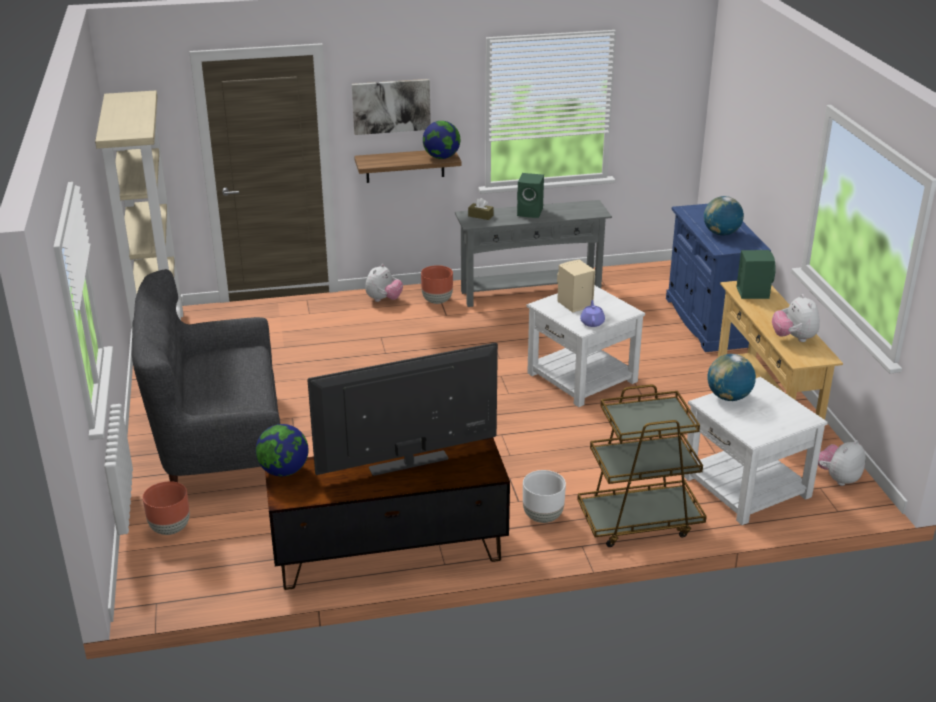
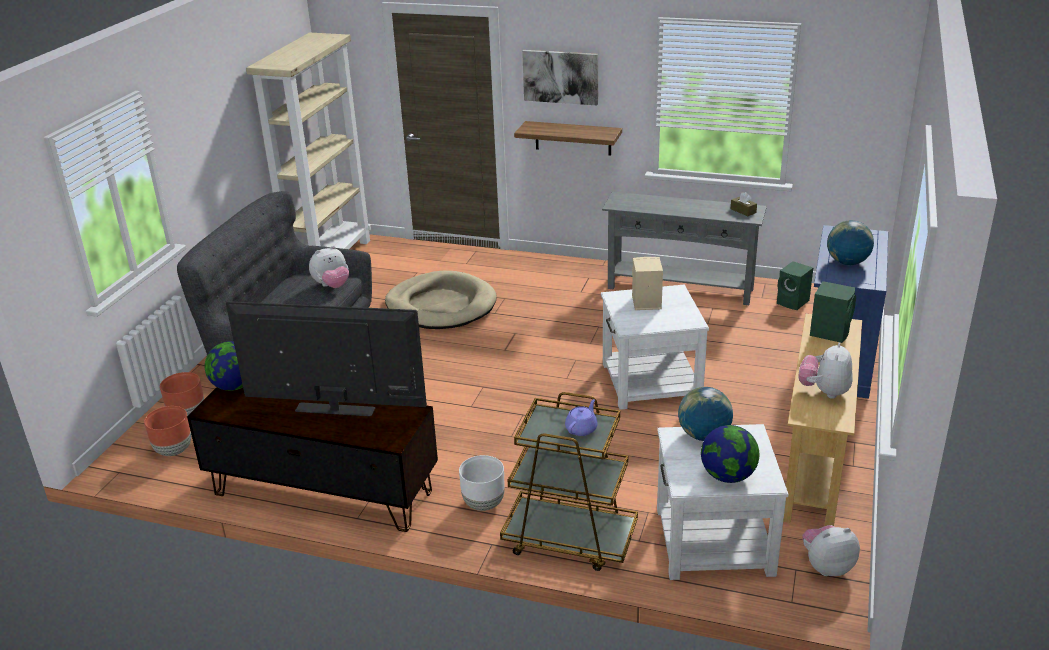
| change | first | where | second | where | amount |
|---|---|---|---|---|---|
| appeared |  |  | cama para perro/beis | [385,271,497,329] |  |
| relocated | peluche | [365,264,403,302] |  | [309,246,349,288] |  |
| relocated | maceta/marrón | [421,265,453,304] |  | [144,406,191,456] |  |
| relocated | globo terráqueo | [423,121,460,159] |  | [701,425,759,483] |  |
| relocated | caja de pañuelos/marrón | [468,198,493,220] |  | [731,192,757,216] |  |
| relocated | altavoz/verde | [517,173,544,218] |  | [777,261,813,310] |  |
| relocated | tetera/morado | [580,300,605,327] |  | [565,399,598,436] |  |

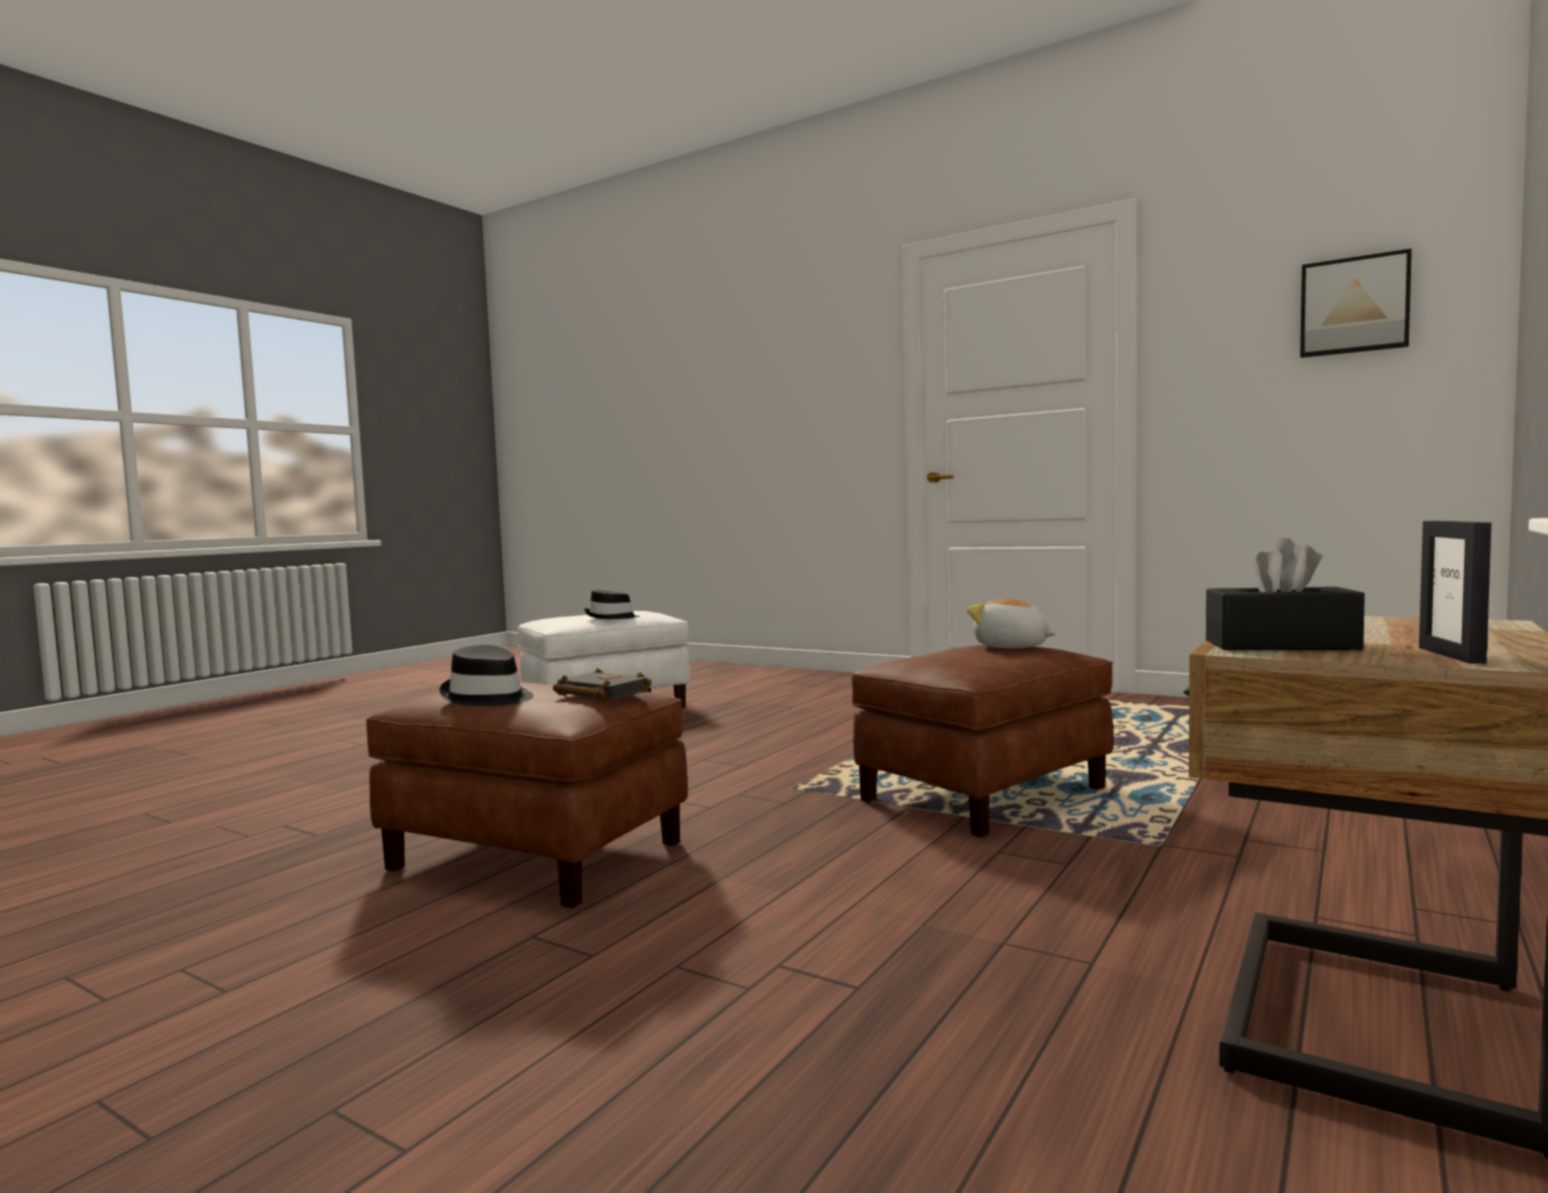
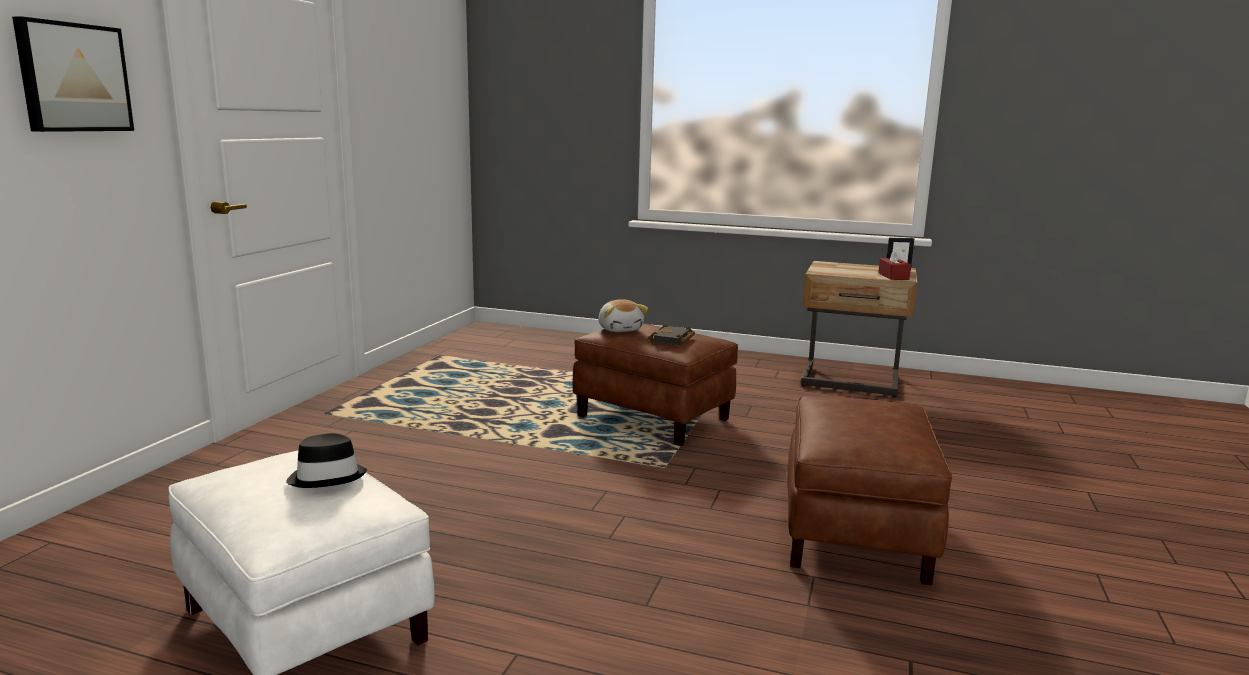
| change | first | where | second | where | amount |
|---|---|---|---|---|---|
| missing | sombrero/negro | [439,645,534,707] |  |  |  |
| relocated | libro/negro | [553,668,651,701] |  | [648,325,695,346] |  |
| relocated | cuadro | [1300,248,1412,358] |  | [12,16,134,132] |  |
| colour | caja de pañuelos/negro | [1206,537,1365,650] | caja de pañuelos/rojo | [878,247,911,280] |  |
| spun | peluche | [967,598,1056,648] |  | [598,299,648,332] | 45 degrees counterclockwise |

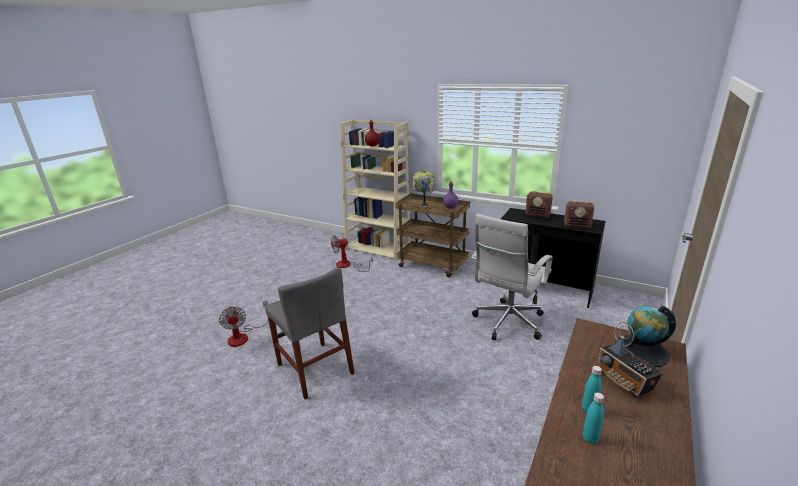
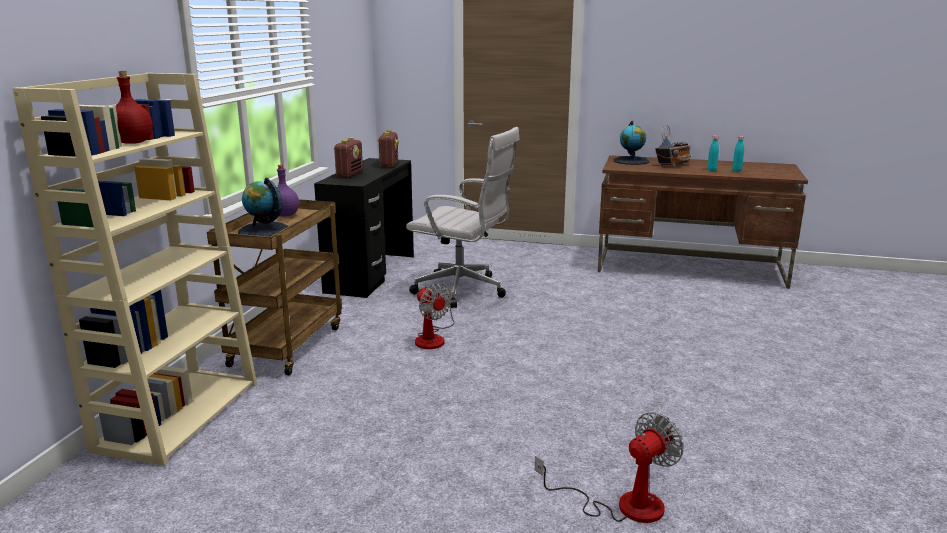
| change | first | where | second | where | amount |
|---|---|---|---|---|---|
| missing | silla/gris | [265,267,355,399] |  |  |  |
| relocated | ventilador | [331,235,373,272] |  | [415,283,455,349] |  |
| exchanged | lámpara de mesa | [413,171,435,206] | globo terráqueo | [238,177,289,237] |  |

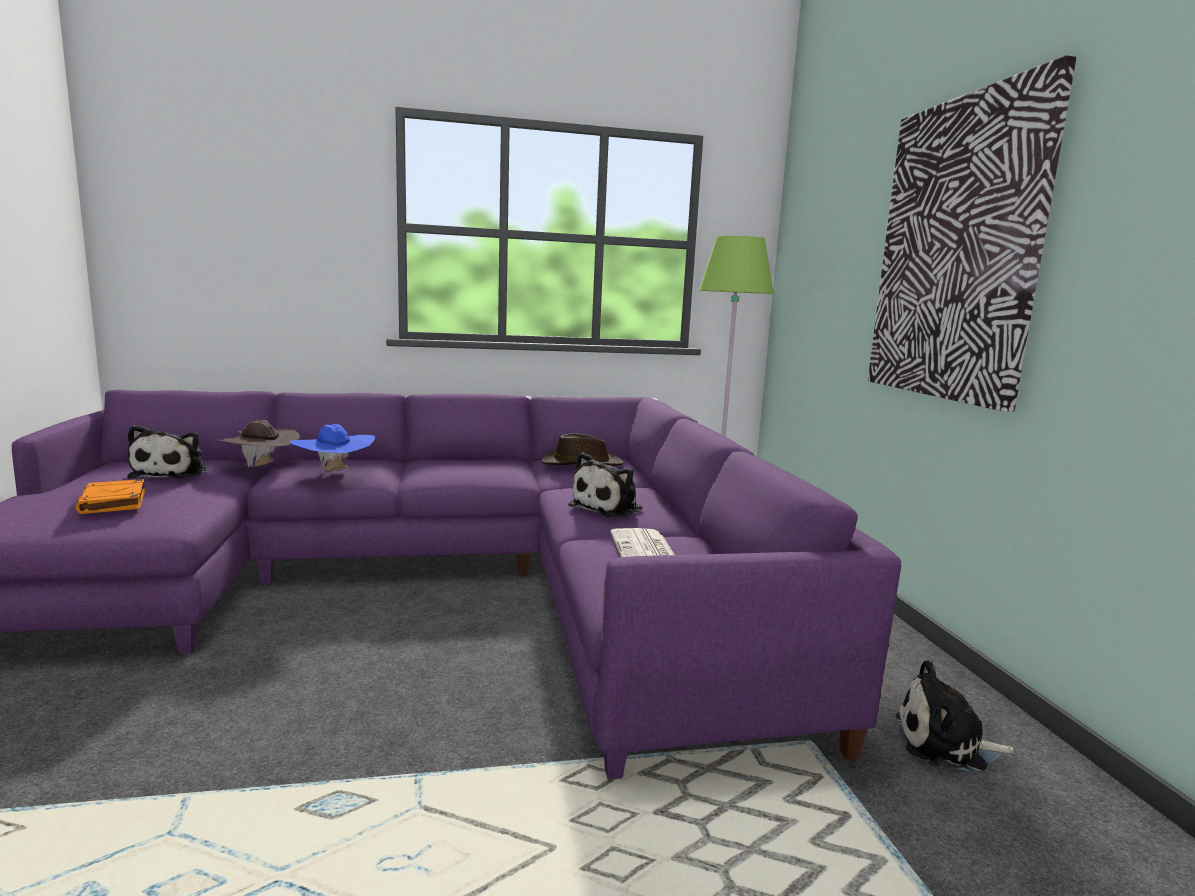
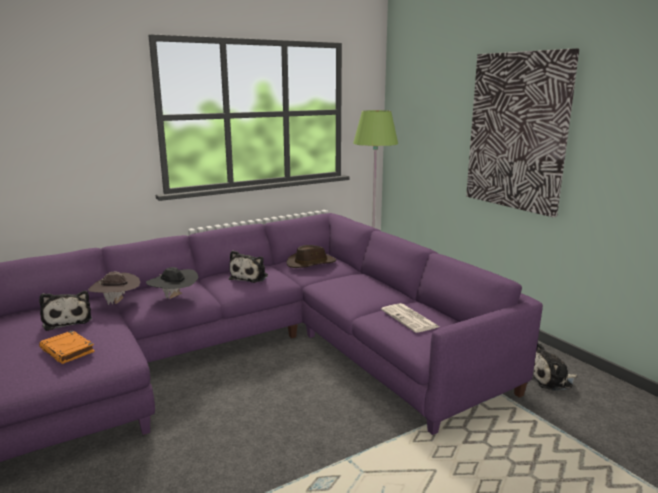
| change | first | where | second | where | amount |
|---|---|---|---|---|---|
| relocated | peluche | [568,452,643,517] |  | [229,250,268,283] |  |
| colour | sombrero/azul | [289,424,375,471] | sombrero/negro | [146,267,199,299] |  |

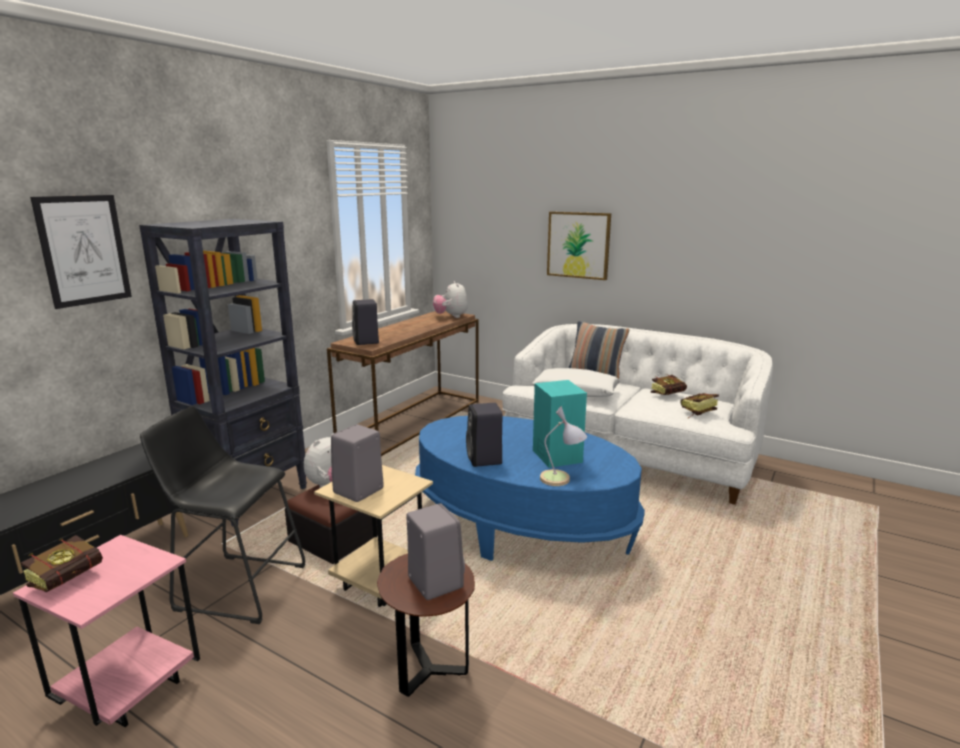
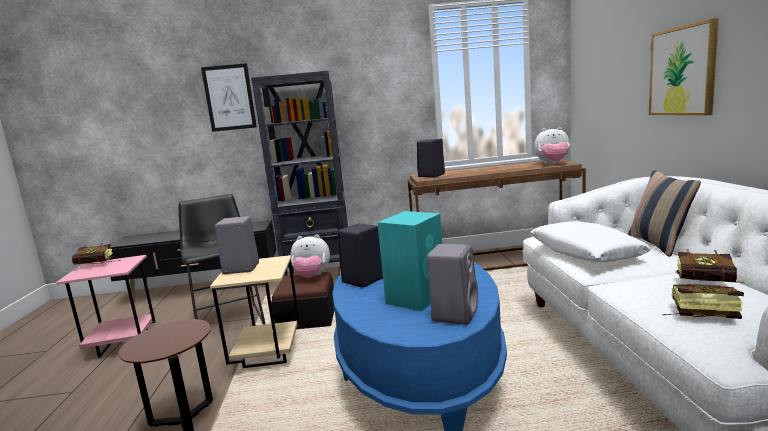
| change | first | where | second | where | amount |
|---|---|---|---|---|---|
| missing | lámpara de mesa | [540,406,587,486] |  |  |  |
| relocated | altavoz/gris | [406,503,465,600] |  | [427,244,478,325] |  |
| spun | peluche | [433,281,468,318] |  | [534,127,570,164] | 120 degrees counterclockwise |

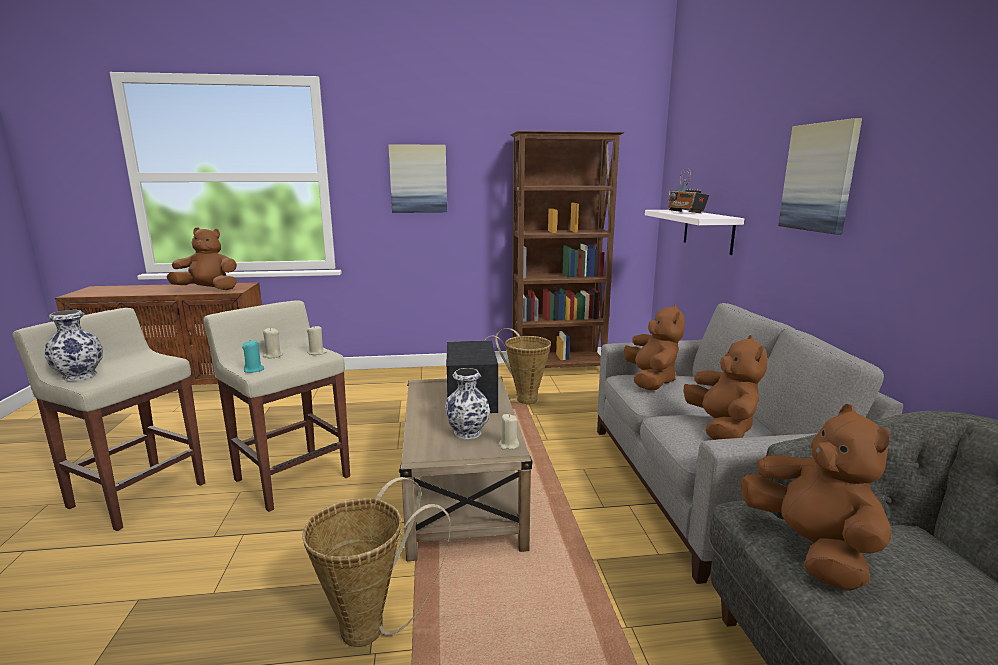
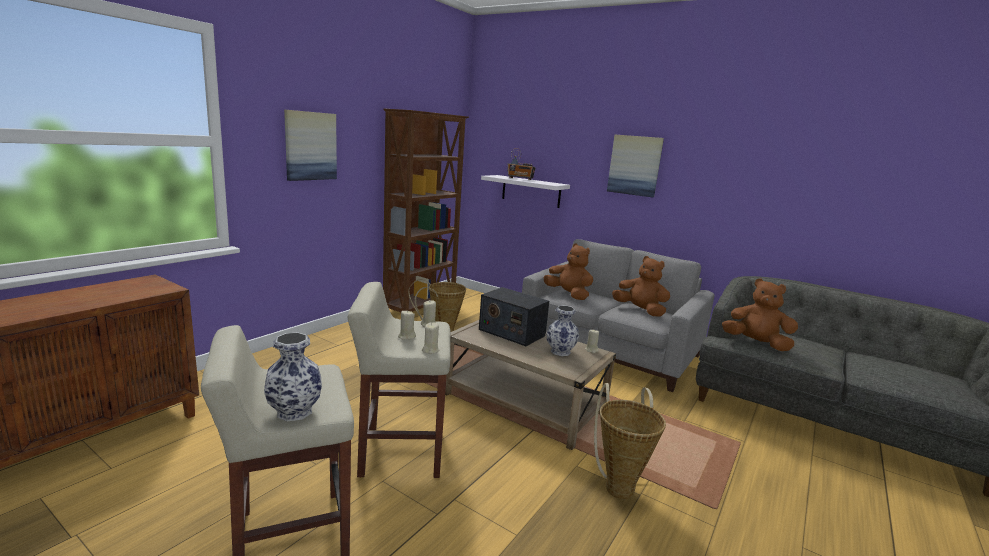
| change | first | where | second | where | amount |
|---|---|---|---|---|---|
| missing | peluche/marrón | [166,227,237,290] |  |  |  |
| colour | vela/turquesa | [242,340,264,373] | vela/beis | [422,322,439,354] |  |

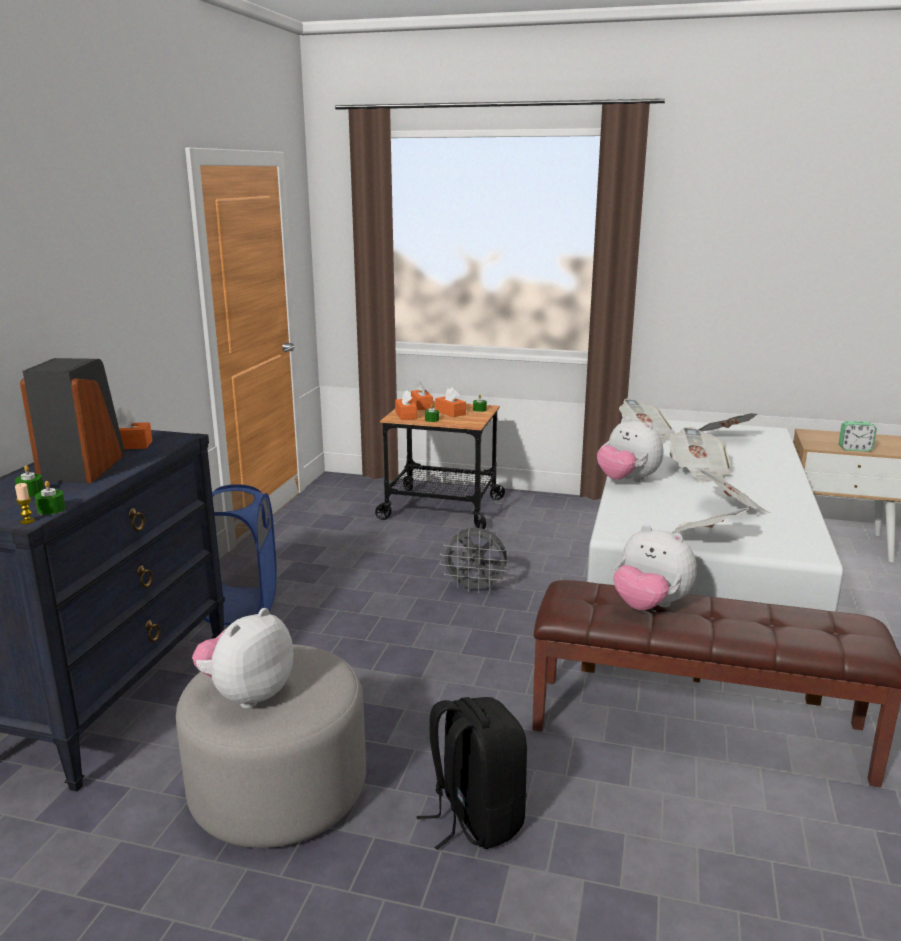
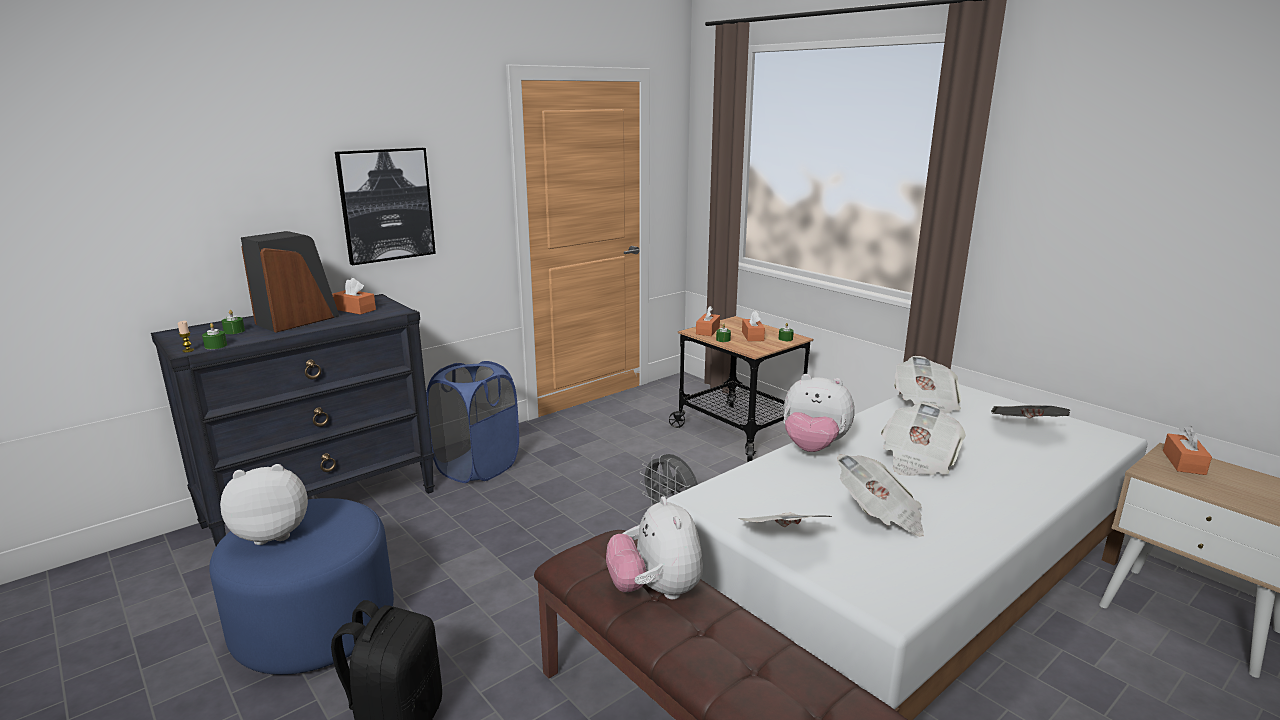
| change | first | where | second | where | amount |
|---|---|---|---|---|---|
| missing | despertador | [839,421,877,451] |  |  |  |
| appeared |  |  | cuadro | [335,148,436,265] |  |
| relocated | caja de pañuelos/naranja | [411,382,433,410] |  | [1163,426,1212,475] |  |
| colour | puf/gris | [176,644,366,848] | puf/azul | [209,498,394,675] |  |
| spun | peluche | [597,417,663,482] |  | [784,374,854,452] | 60 degrees counterclockwise |

